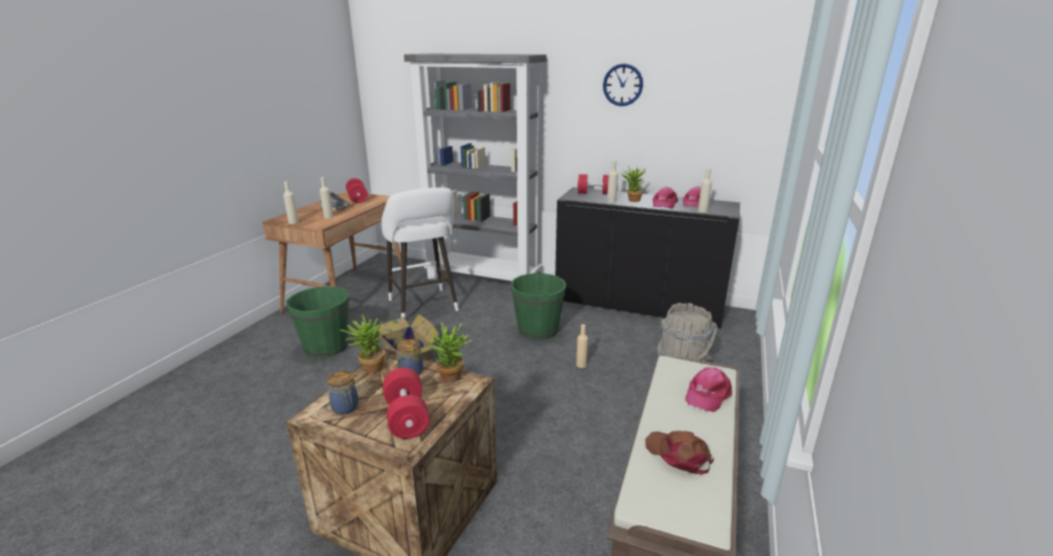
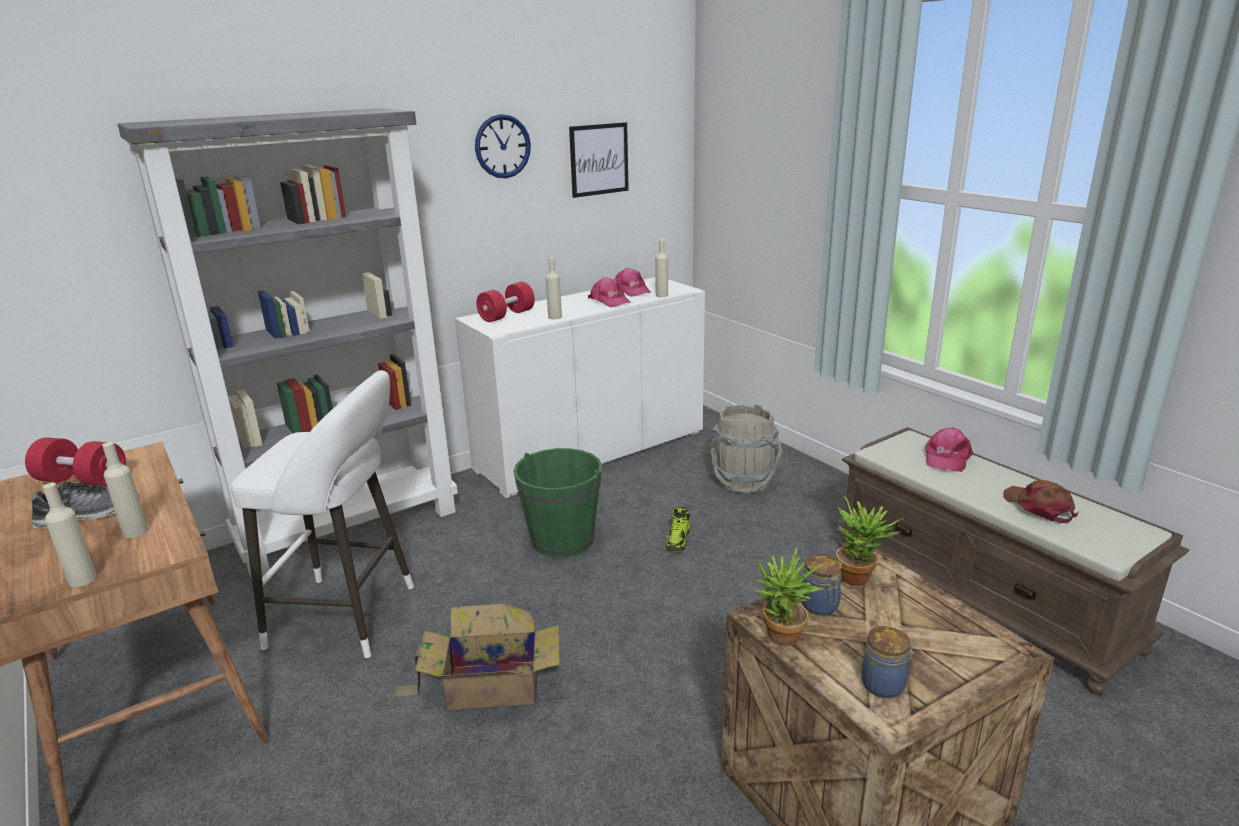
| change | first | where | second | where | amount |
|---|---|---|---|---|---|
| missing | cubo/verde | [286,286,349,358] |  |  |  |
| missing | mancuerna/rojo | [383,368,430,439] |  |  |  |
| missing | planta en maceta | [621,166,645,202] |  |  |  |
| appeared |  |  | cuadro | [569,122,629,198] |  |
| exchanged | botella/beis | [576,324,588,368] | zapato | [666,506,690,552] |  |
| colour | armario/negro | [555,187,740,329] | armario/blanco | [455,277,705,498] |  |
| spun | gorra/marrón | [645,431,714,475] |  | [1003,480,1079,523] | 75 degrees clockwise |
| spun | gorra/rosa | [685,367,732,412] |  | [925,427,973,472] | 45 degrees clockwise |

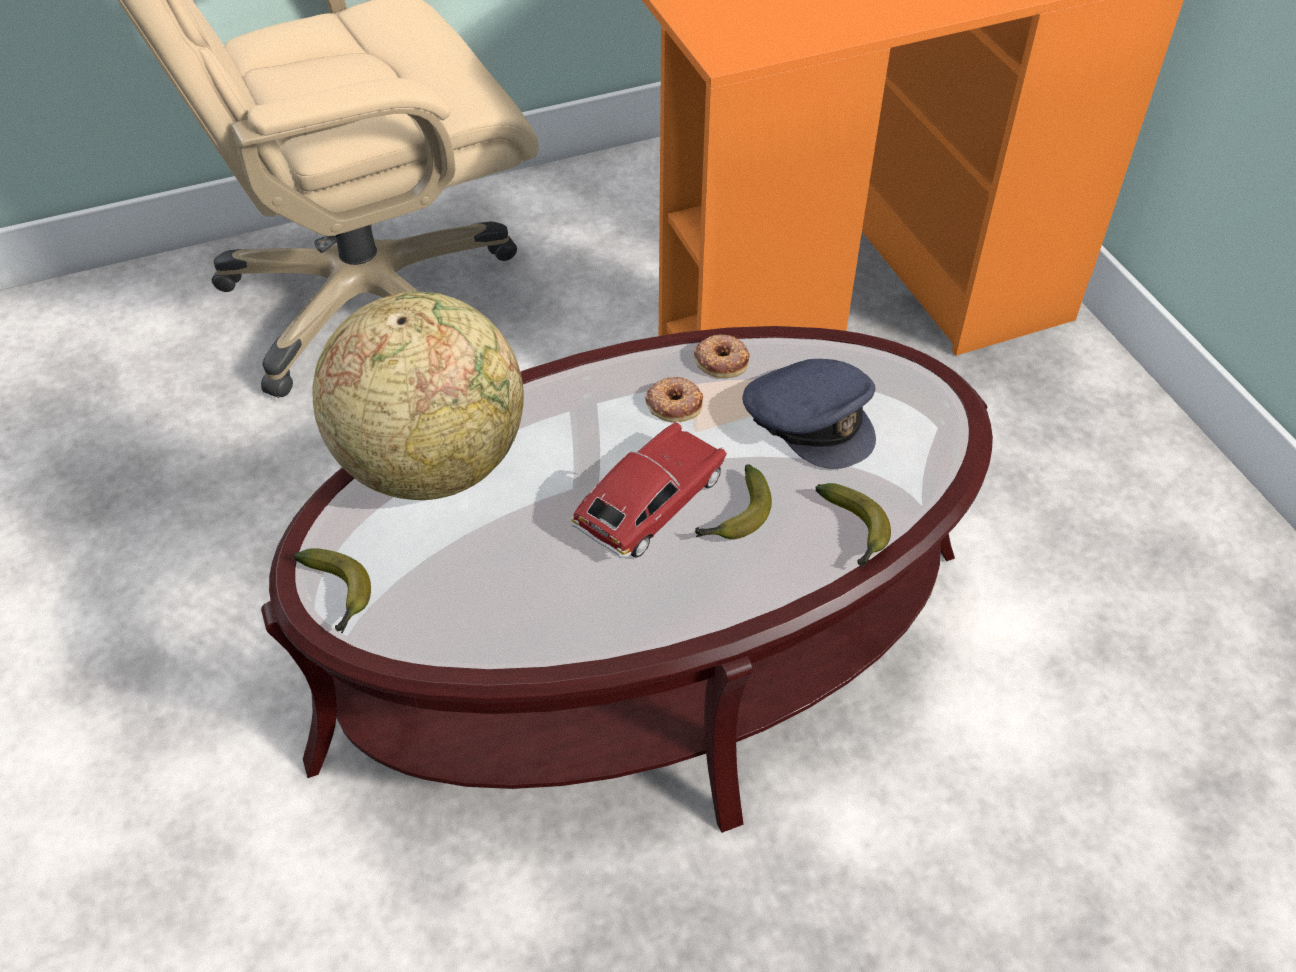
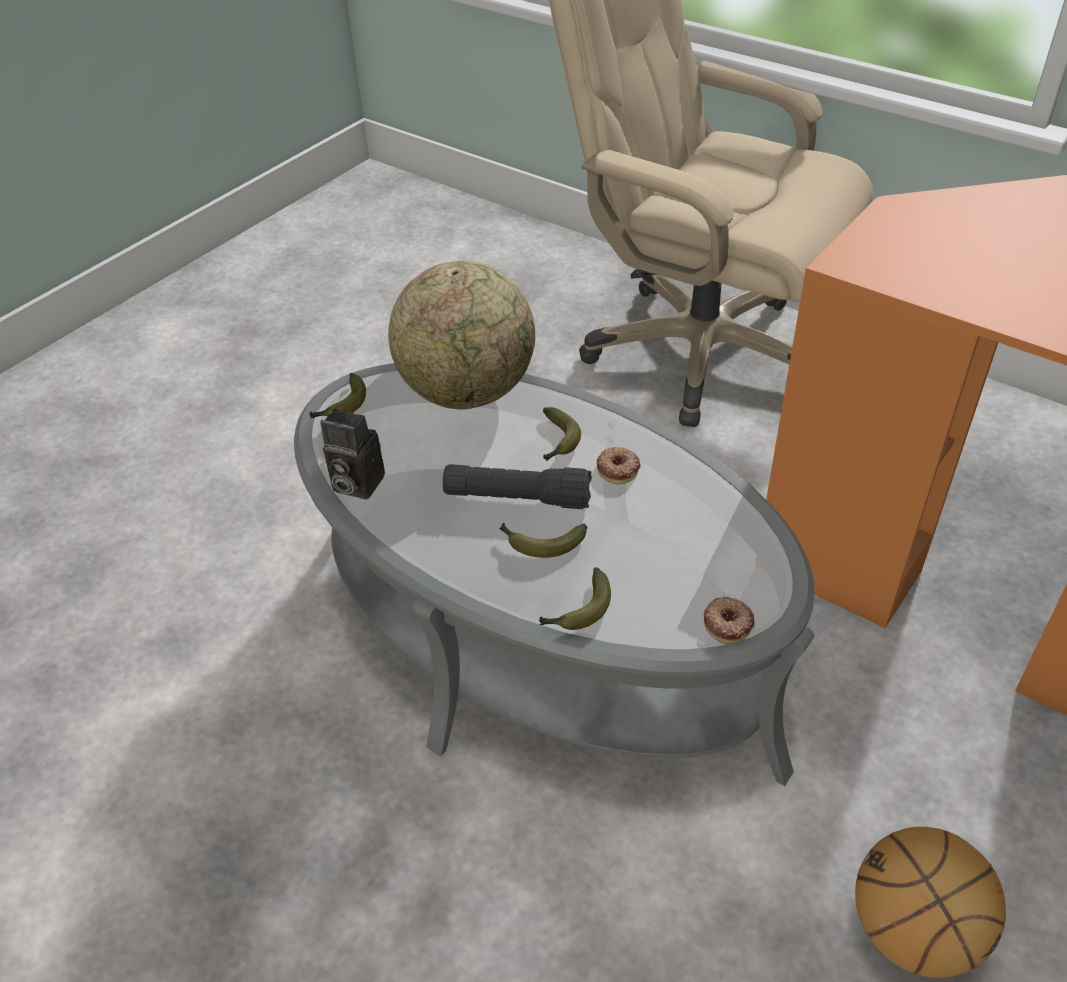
| change | first | where | second | where | amount |
|---|---|---|---|---|---|
| missing | gorra/gris | [742,359,876,469] |  |  |  |
| appeared |  |  | cámara | [320,409,385,500] |  |
| appeared |  |  | plátano | [543,407,581,461] |  |
| appeared |  |  | balón de baloncesto | [855,827,1006,978] |  |
| relocated | rosquilla | [694,334,750,378] |  | [704,597,755,644] |  |
| exchanged | coche de juguete | [571,421,728,558] | linterna/negro | [443,464,592,509] |  |
| colour | mesa de centro/marrón | [261,326,993,833] | mesa de centro/gris | [294,363,814,786] |  |

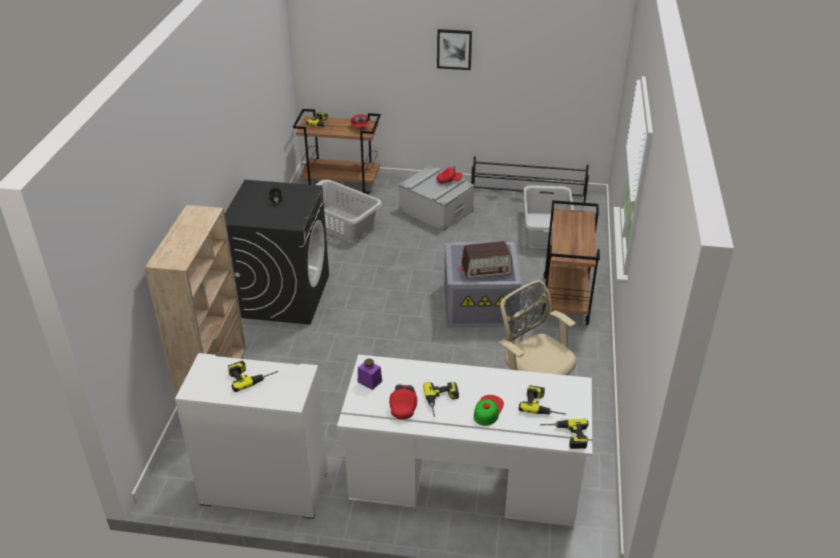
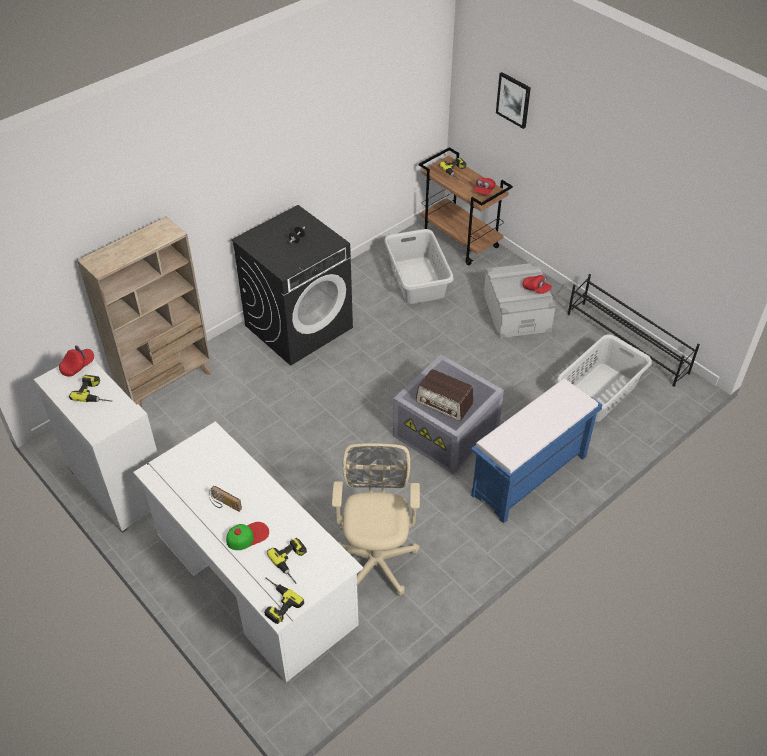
| change | first | where | second | where | amount |
|---|---|---|---|---|---|
| missing | tarro/morado | [358,358,382,390] |  |  |  |
| relocated | gorra/rojo | [389,384,417,419] |  | [59,345,94,377] |  |
| relocated | cuadro | [437,29,472,70] |  | [496,72,531,129] |  |
| exchanged | taladro | [423,382,459,417] | radio | [209,486,242,512] |  |
| exchanged | carrito/marrón | [544,200,600,325] | banco/azul | [471,379,602,524] |  |

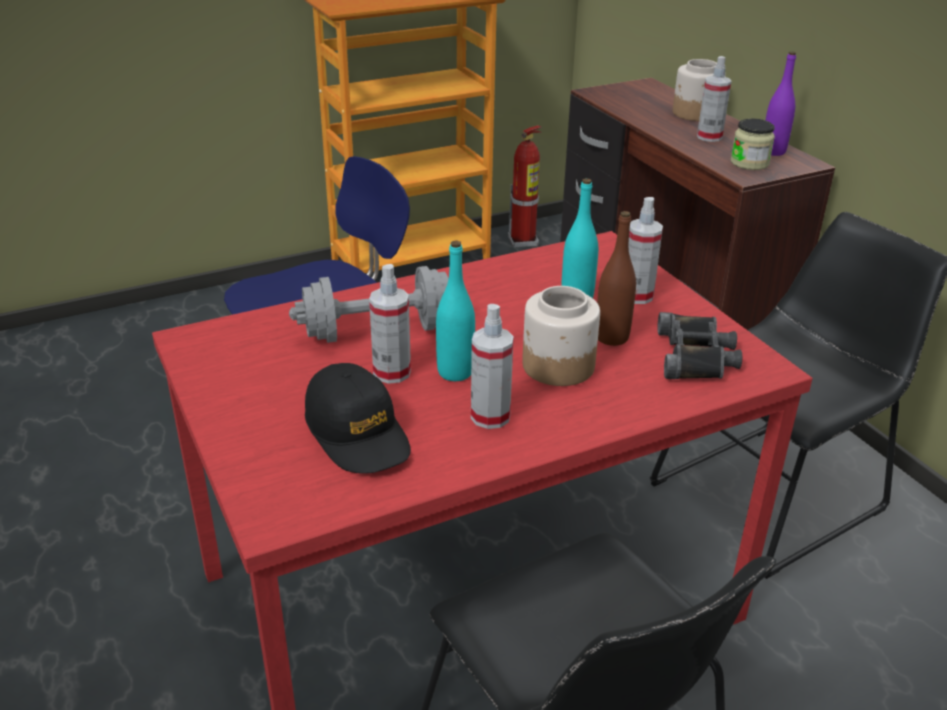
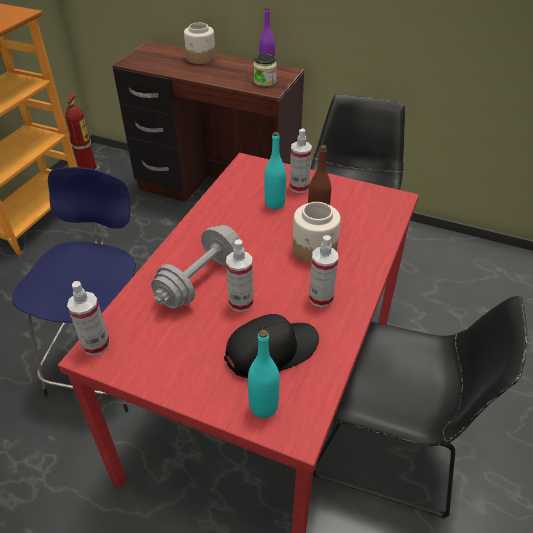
| change | first | where | second | where | amount |
|---|---|---|---|---|---|
| missing | prismáticos/negro | [657,312,742,379] |  |  |  |
| relocated | botella/turquesa | [436,241,475,381] |  | [248,330,280,418] |  |
| relocated | pulverizador | [697,56,731,142] |  | [67,281,110,356] |  |
| spun | gorra/negro | [305,363,411,474] |  | [224,314,319,378] | 45 degrees counterclockwise |

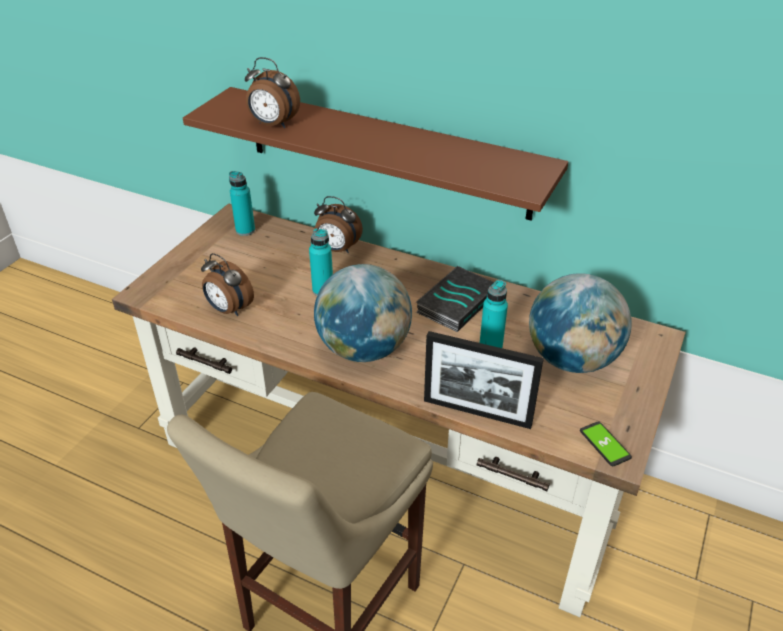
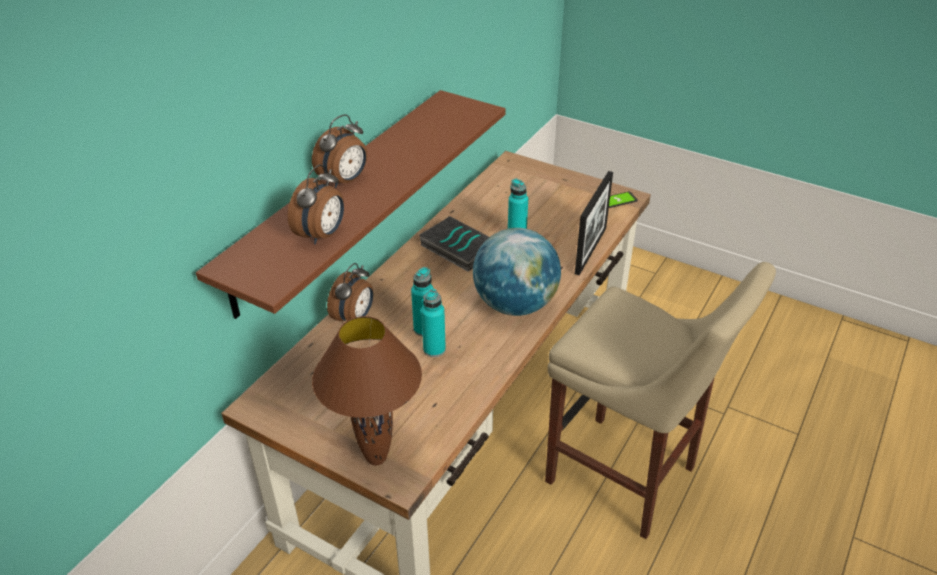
| change | first | where | second | where | amount |
|---|---|---|---|---|---|
| missing | globo terráqueo | [529,273,632,373] |  |  |  |
| appeared |  |  | lámpara de mesa/marrón | [312,316,422,465] |  |
| relocated | despertador | [201,253,254,316] |  | [312,114,367,188] |  |
| relocated | botella/turquesa | [229,171,255,236] |  | [421,289,446,357] |  |

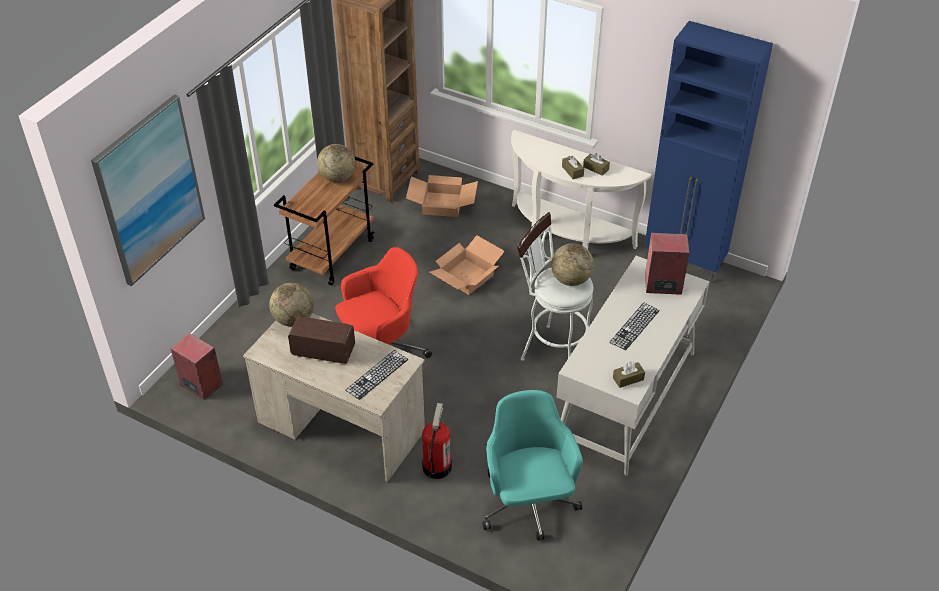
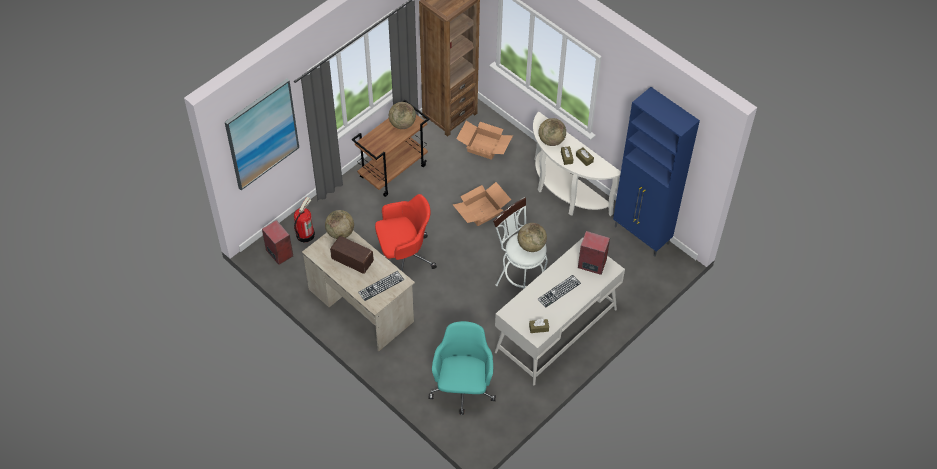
| change | first | where | second | where | amount |
|---|---|---|---|---|---|
| appeared |  |  | globo terráqueo | [538,118,566,146] |  |
| relocated | extintor | [422,403,452,479] |  | [294,197,315,242] |  |

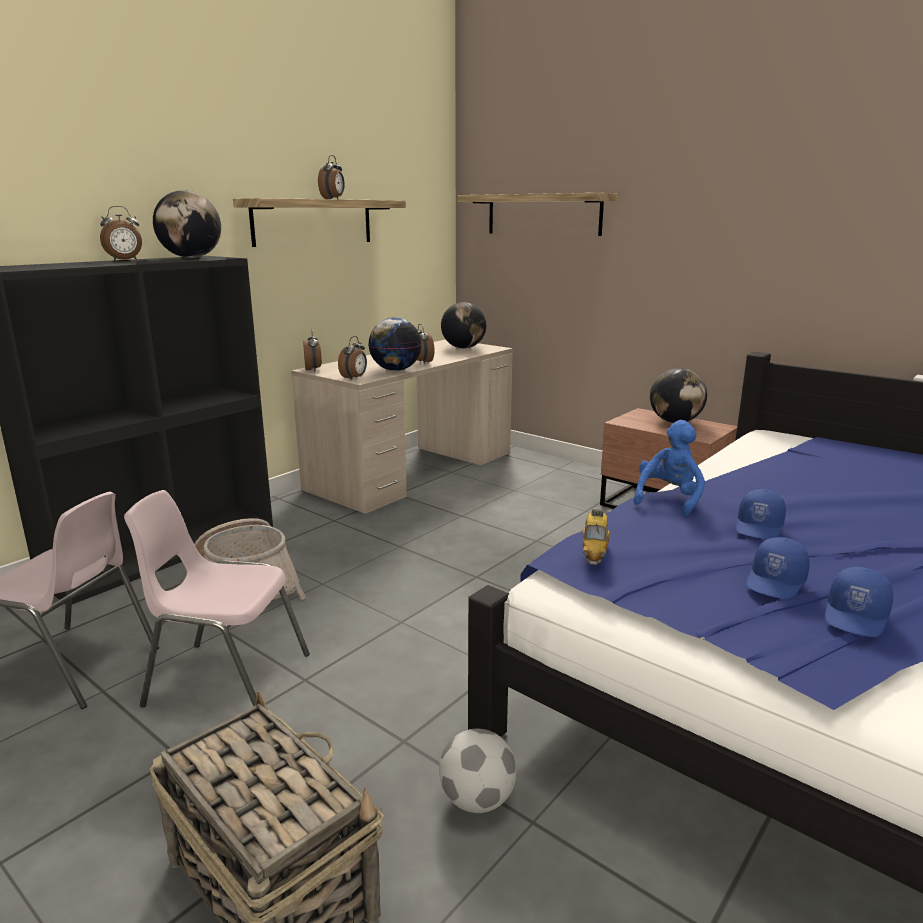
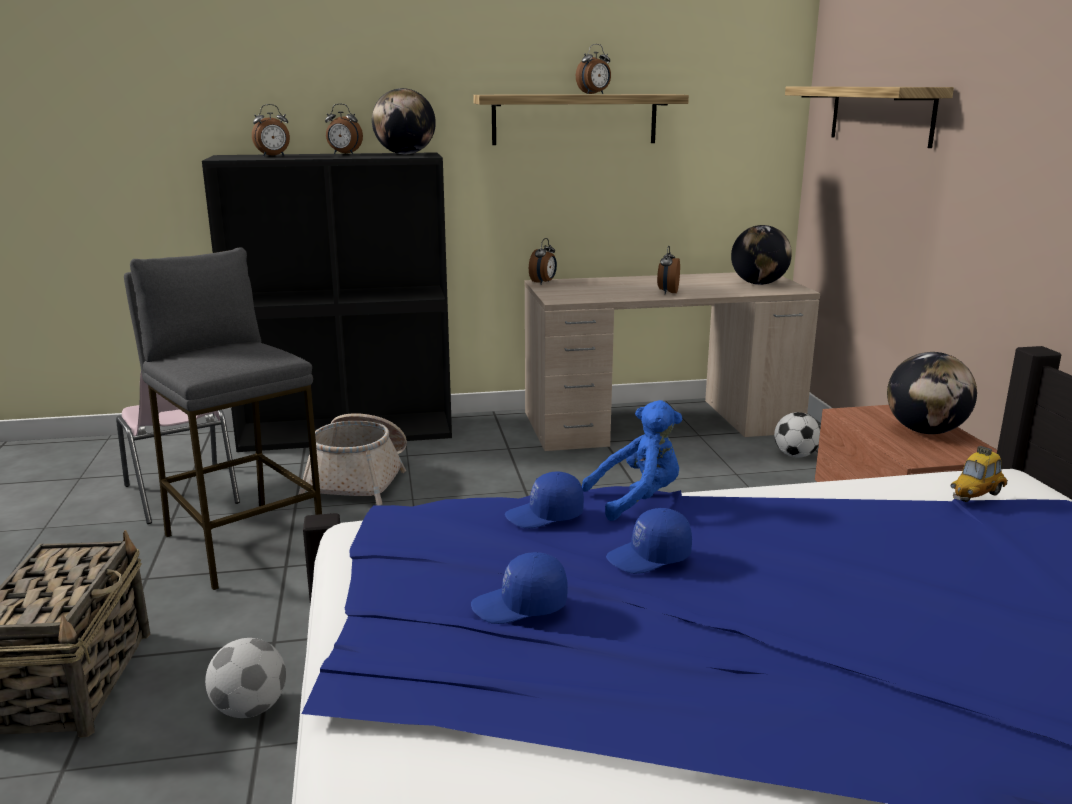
| change | first | where | second | where | amount |
|---|---|---|---|---|---|
| missing | globo terráqueo | [369,317,422,371] |  |  |  |
| appeared |  |  | balón de fútbol | [774,412,820,458] |  |
| relocated | despertador | [338,336,367,380] |  | [252,104,290,156] |  |
| relocated | coche de juguete | [582,509,610,565] |  | [950,446,1008,502] |  |
| relocated | gorra/azul | [825,567,893,637] |  | [505,471,584,528] |  |
| exchanged | silla/rosa | [124,490,310,707] | taburete/gris | [124,247,322,590] |  |

